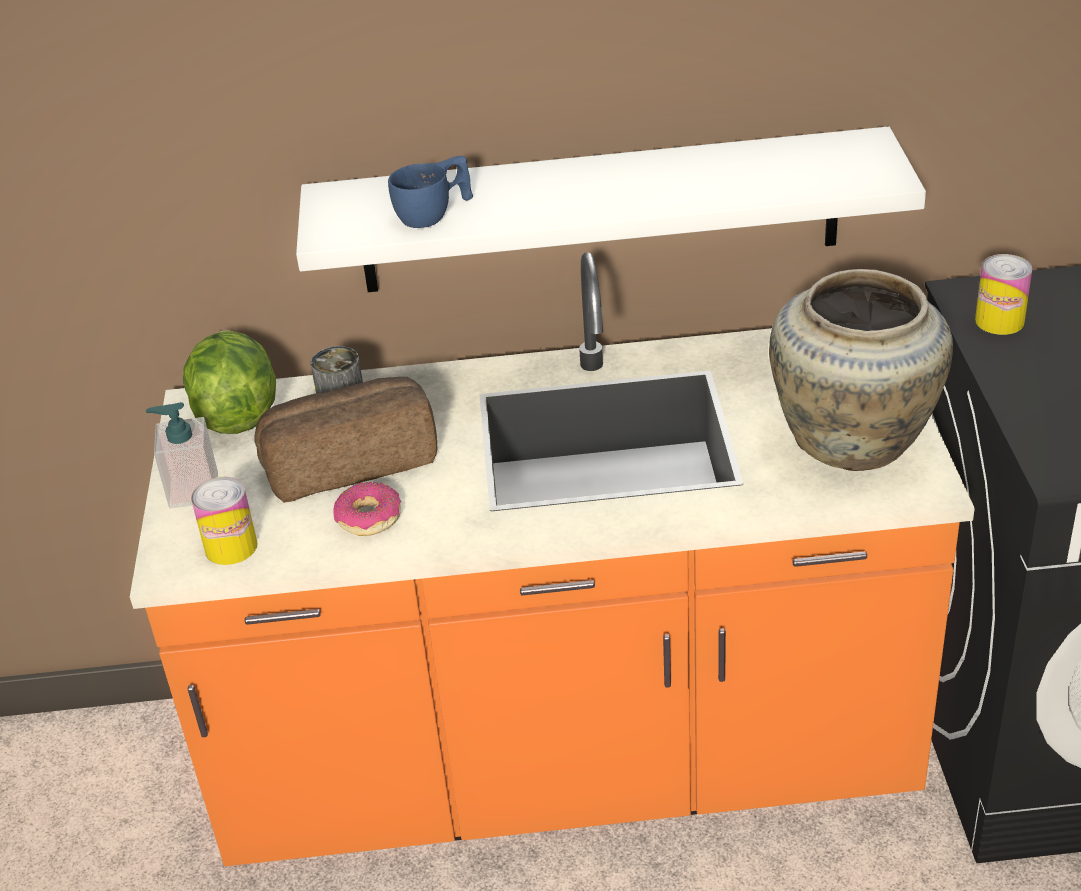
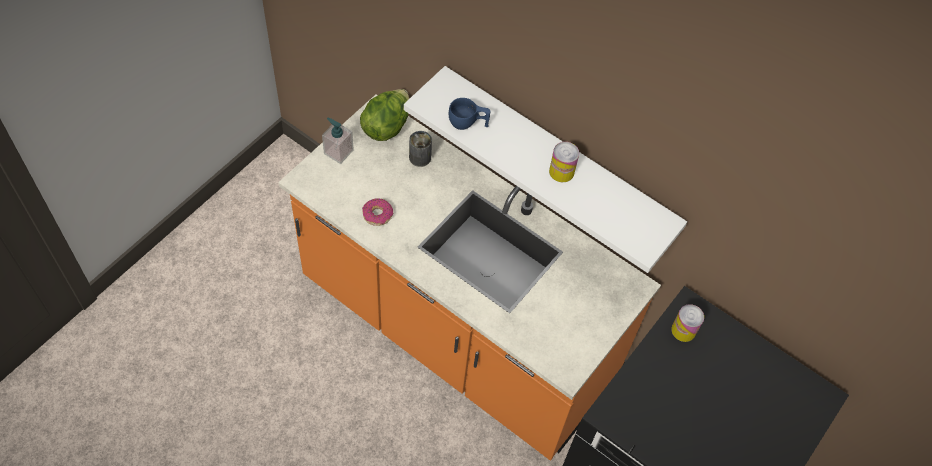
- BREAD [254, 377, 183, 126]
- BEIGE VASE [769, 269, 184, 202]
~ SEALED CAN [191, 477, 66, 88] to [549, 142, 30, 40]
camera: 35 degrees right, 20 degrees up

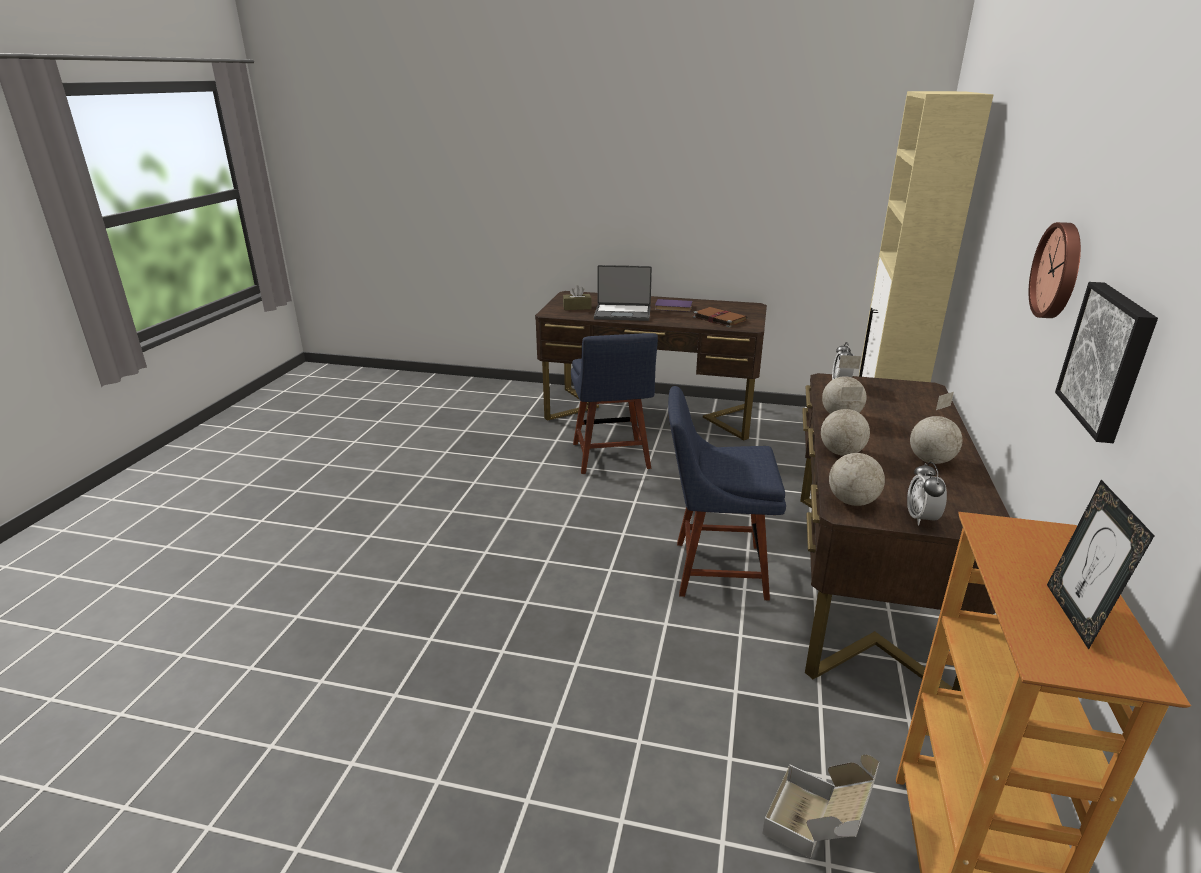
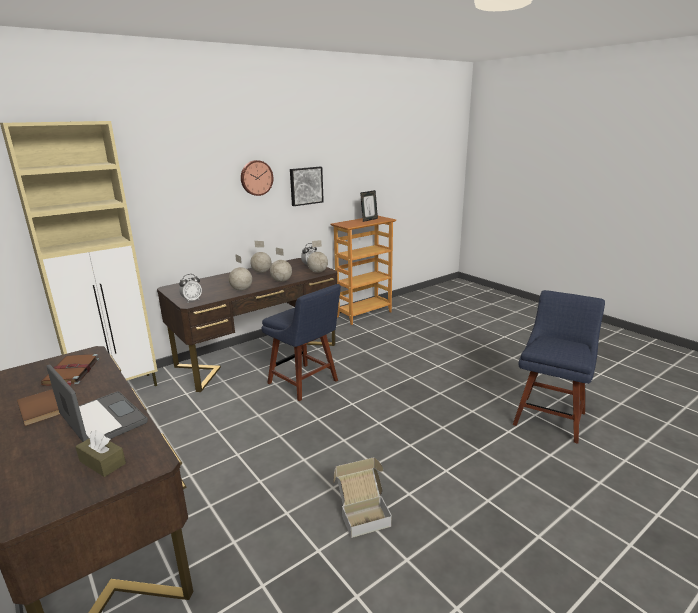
~ BLUE PLAIN CHAIR [571, 333, 87, 141] to [513, 290, 92, 154]
~ PACKING BOX [762, 755, 117, 104] to [333, 457, 59, 81]
~ PURPLE-COLOURED VOLUME [655, 299, 38, 13] to BROWN-COLOURED VOLUME [17, 389, 43, 37]
camera: 140 degrees left, 5 degrees down

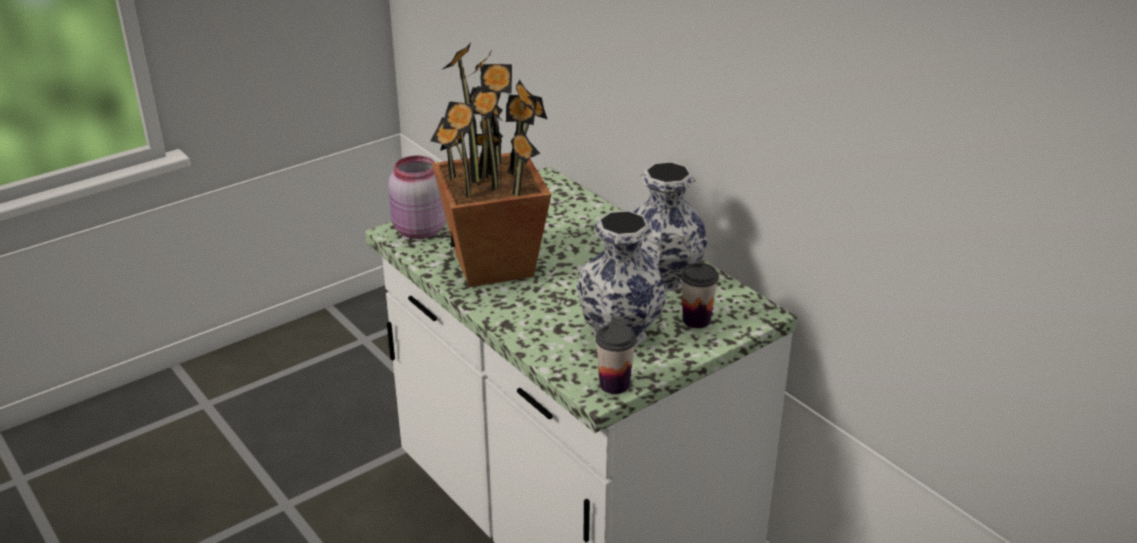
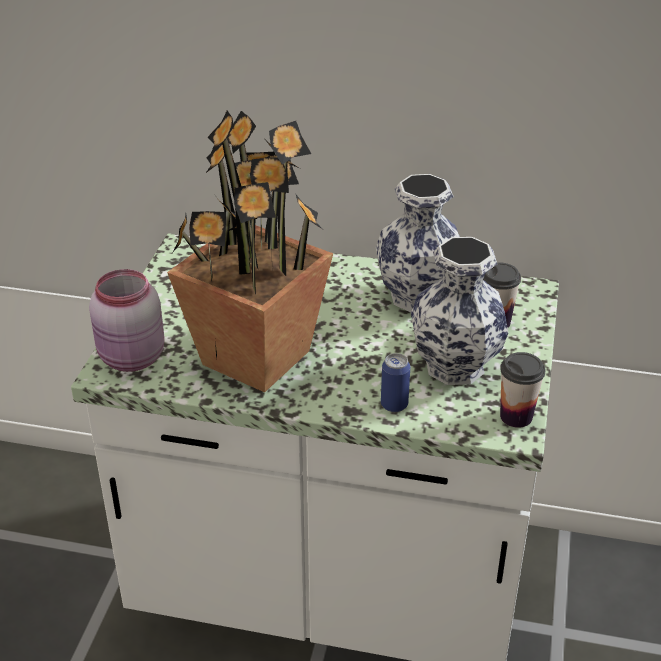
+ SEALED CAN [381, 353, 29, 59]
camera: 40 degrees left, 5 degrees up

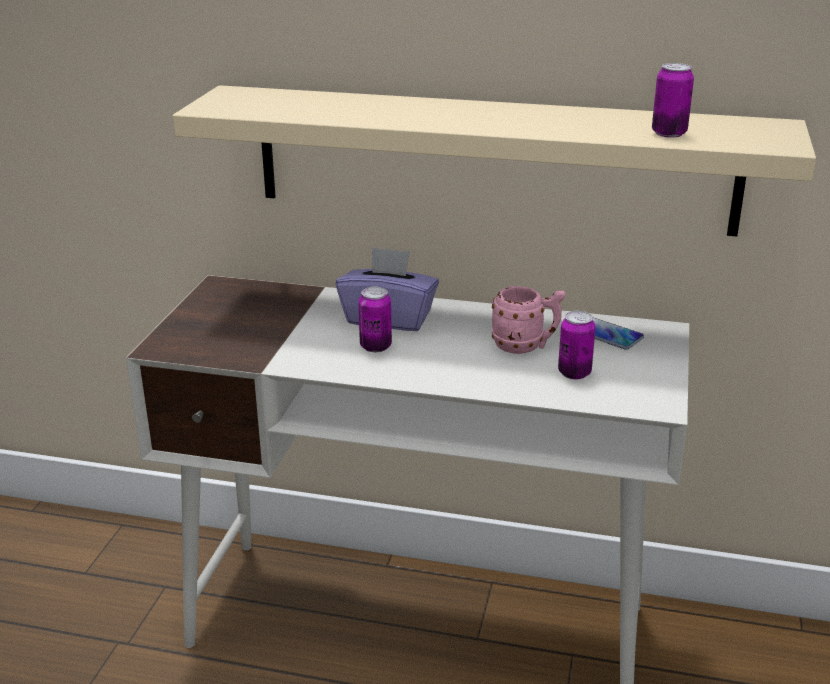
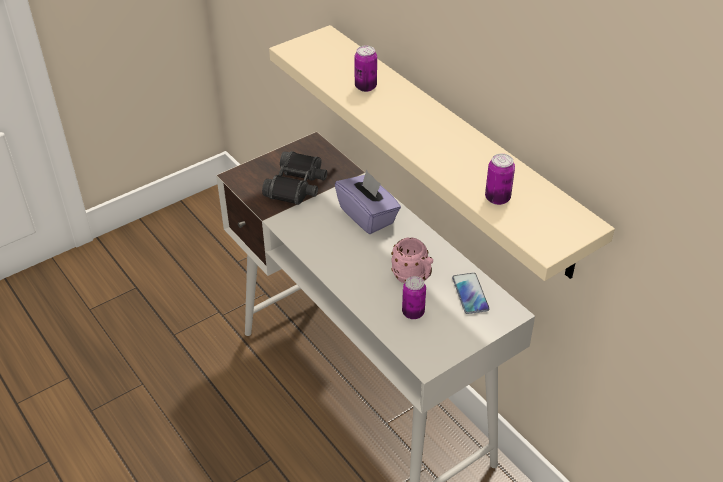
+ BLACK FIELD GLASSES [262, 151, 65, 54]
~ SEALED CAN [358, 287, 34, 65] to [354, 46, 23, 46]
camera: 40 degrees right, 15 degrees up

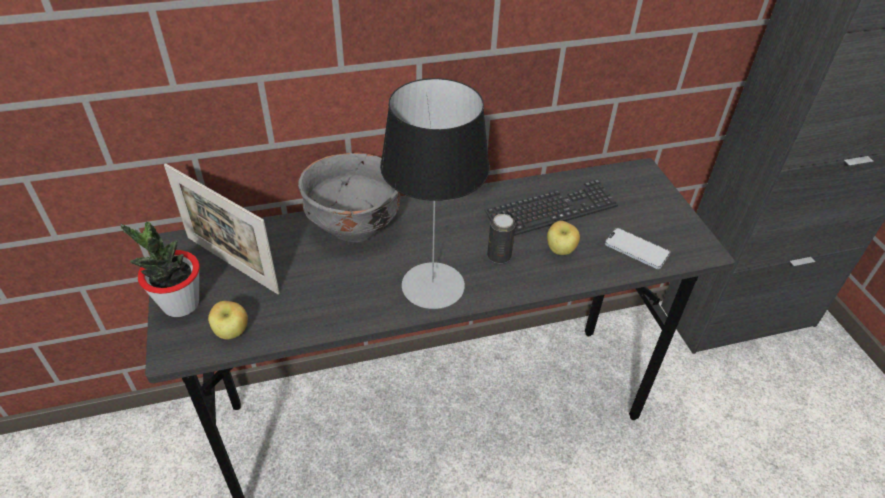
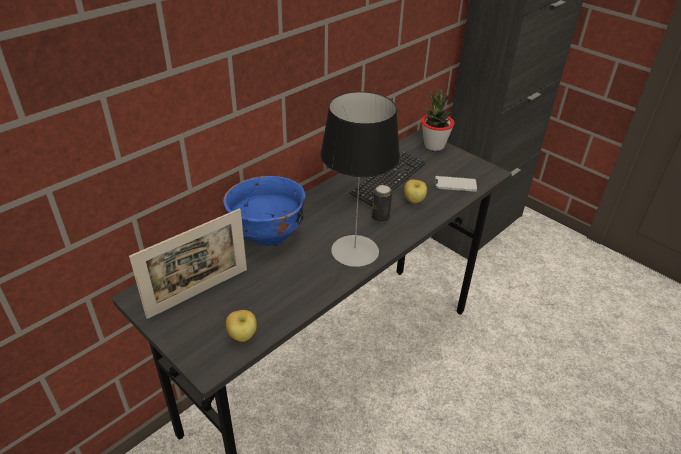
~ PLANT IN A POT [120, 222, 80, 95] to [421, 89, 33, 62]
~ GREYISH BOWL [298, 153, 102, 89] to BLUE BOWL [223, 176, 83, 70]
~ PHOTO FRAME [164, 163, 115, 131] = [129, 208, 118, 111] 45 degrees counterclockwise
camera: 30 degrees left, 5 degrees down

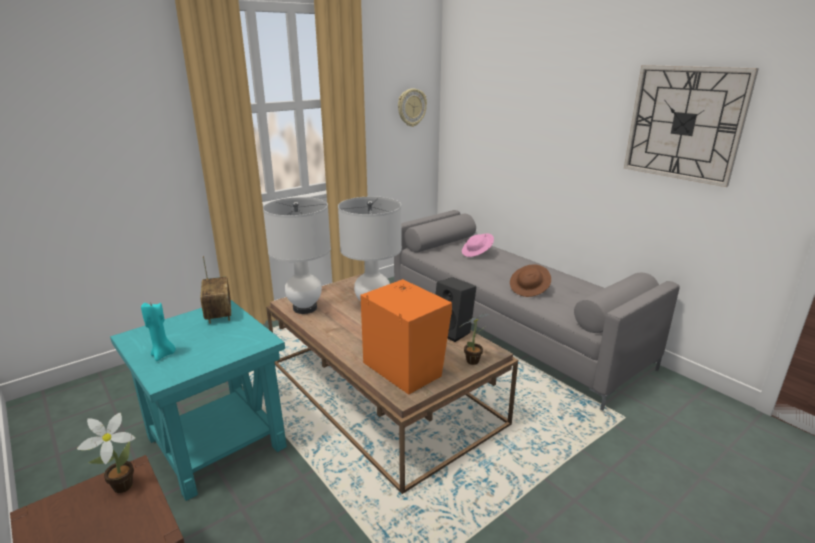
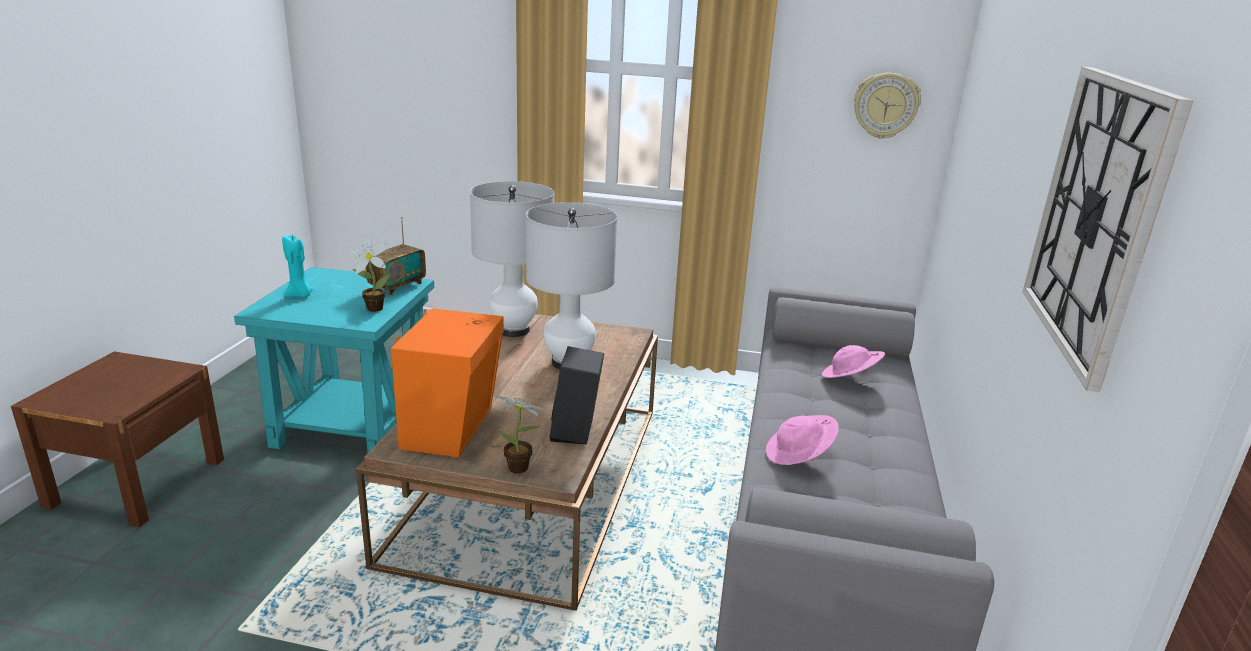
~ PLANT IN A POT [77, 413, 58, 80] to [348, 236, 42, 76]
~ BROWN-COLOURED HAT [510, 264, 41, 33] to PINKISH HAT [766, 415, 73, 50]
camera: 50 degrees right, 0 degrees up

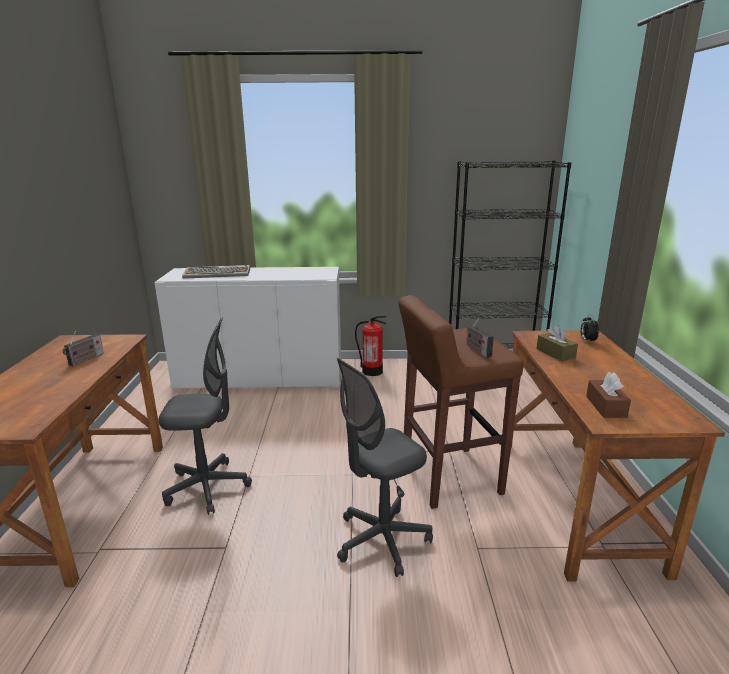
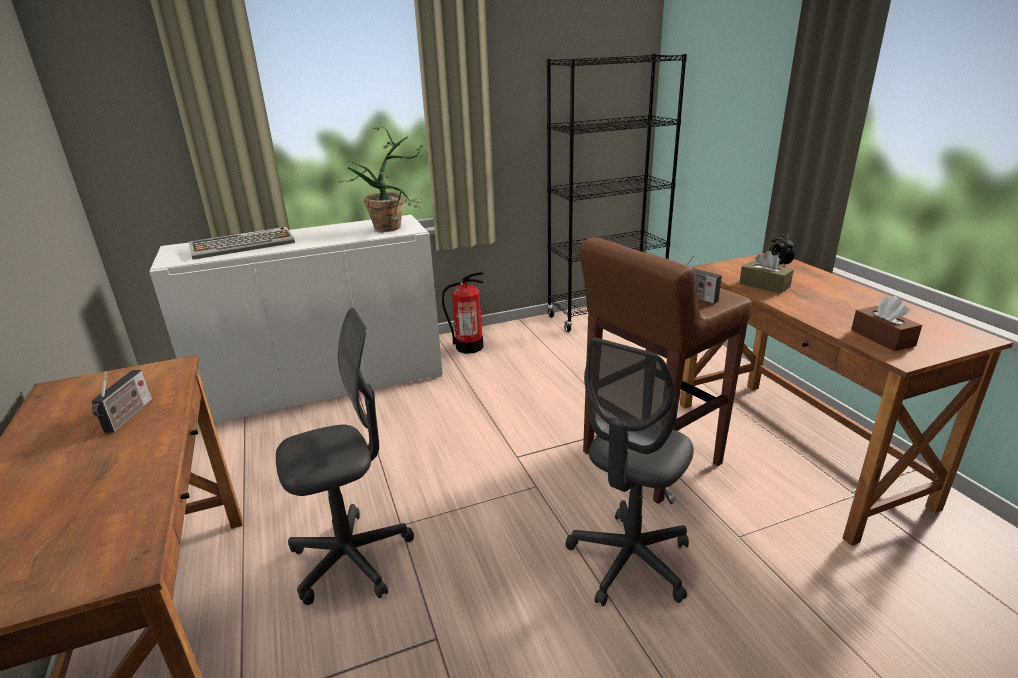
+ PLANT IN A POT [339, 126, 88, 106]
camera: 20 degrees left, 5 degrees up

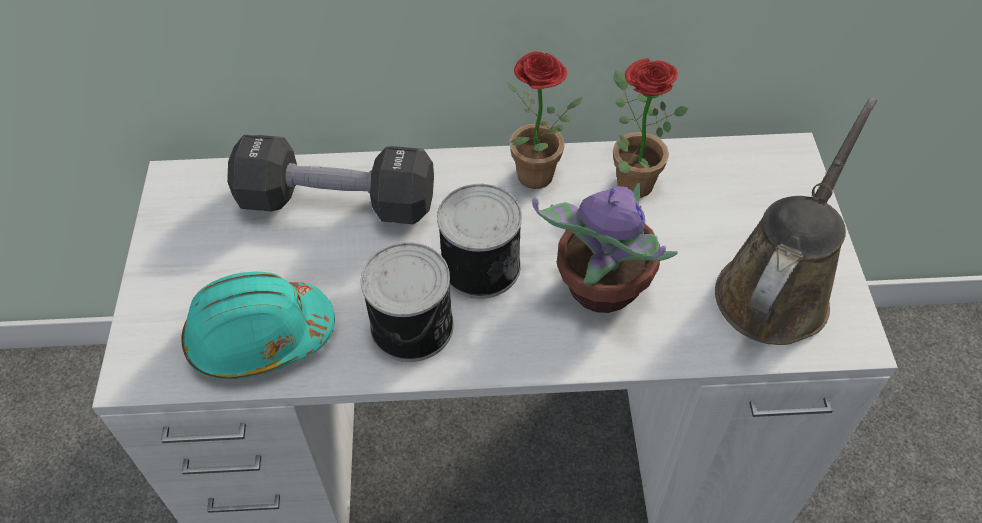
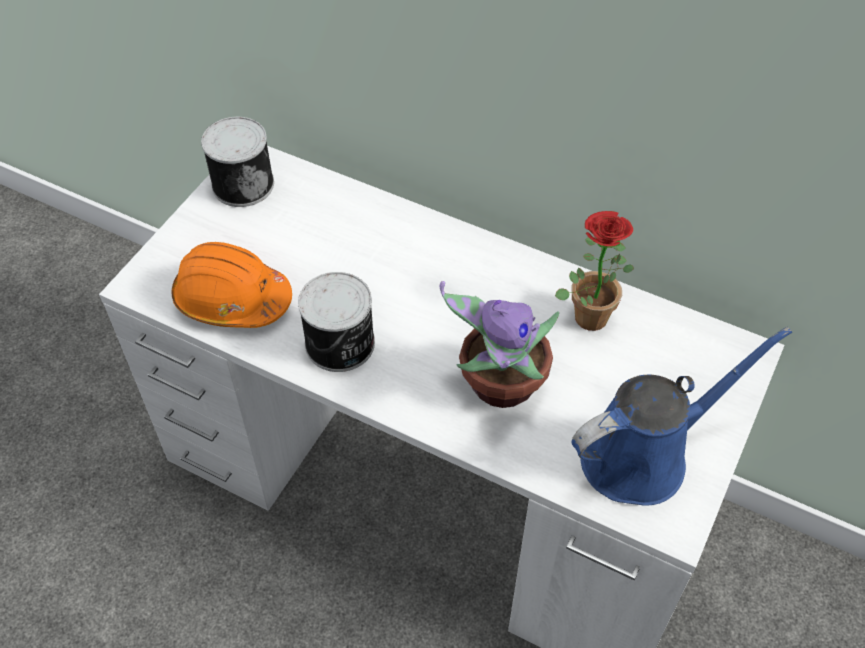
- BLACK FREE WEIGHT [227, 135, 207, 89]
- PLANT IN A POT [507, 51, 75, 138]
~ SEALED CAN [437, 184, 85, 115] to [201, 117, 73, 90]
~ TURQUOISE-COLOURED WORK HELMET [181, 272, 154, 108] to ORANGE WORK HELMET [172, 242, 120, 86]
~ BROWN-COLOURED WATERING CAN [715, 97, 162, 248] to BLUE WATERING CAN [572, 327, 220, 179]
camera: 30 degrees right, 0 degrees up

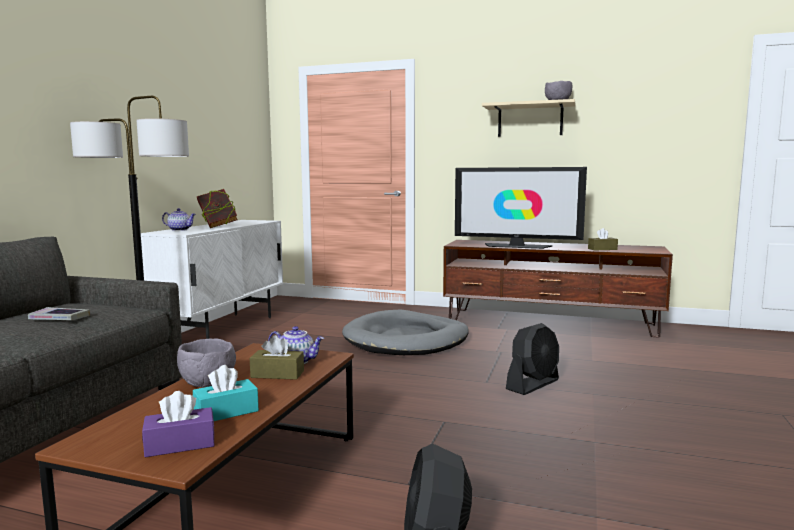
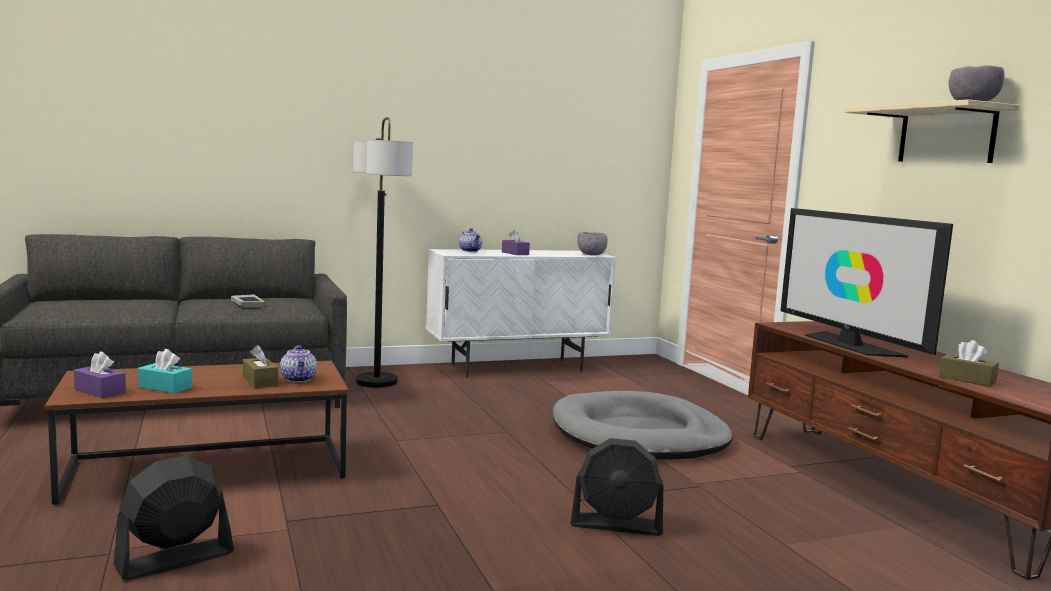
~ GREYISH BOWL [177, 339, 59, 48] to [577, 232, 30, 23]
~ VOLUME [197, 189, 41, 39] to PURPLE-COLOURED TISSUE HOLDER [502, 229, 28, 26]
camera: 50 degrees right, 0 degrees up

